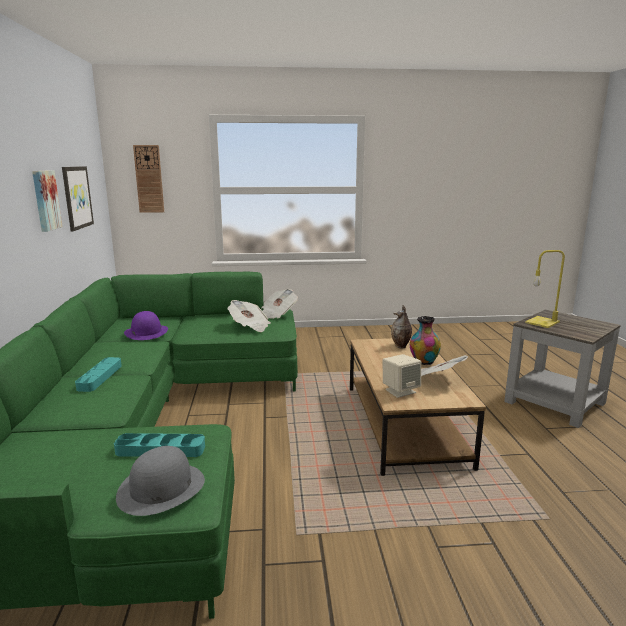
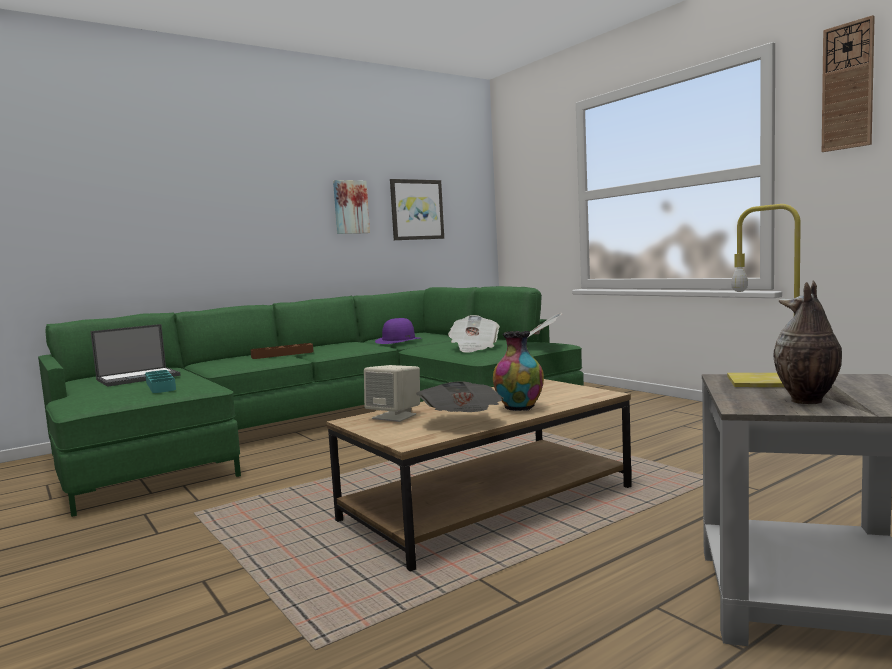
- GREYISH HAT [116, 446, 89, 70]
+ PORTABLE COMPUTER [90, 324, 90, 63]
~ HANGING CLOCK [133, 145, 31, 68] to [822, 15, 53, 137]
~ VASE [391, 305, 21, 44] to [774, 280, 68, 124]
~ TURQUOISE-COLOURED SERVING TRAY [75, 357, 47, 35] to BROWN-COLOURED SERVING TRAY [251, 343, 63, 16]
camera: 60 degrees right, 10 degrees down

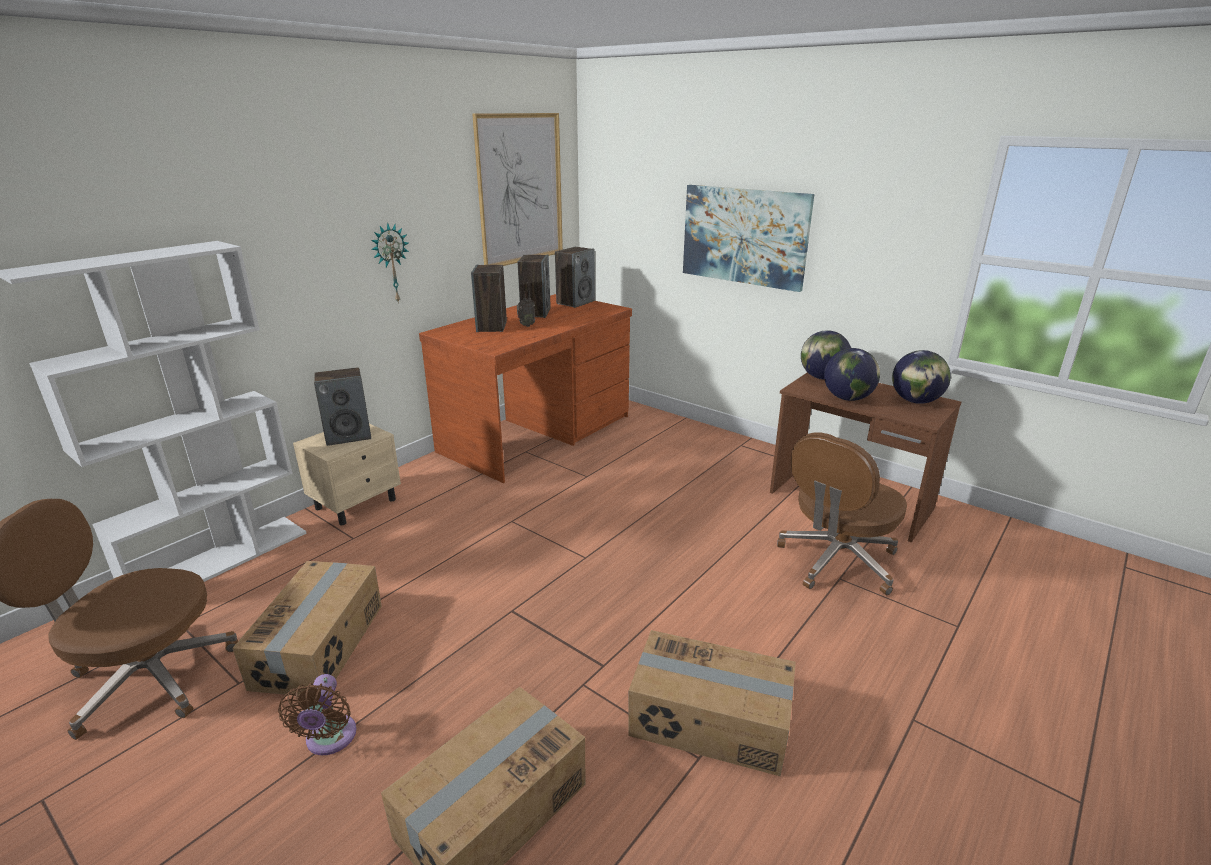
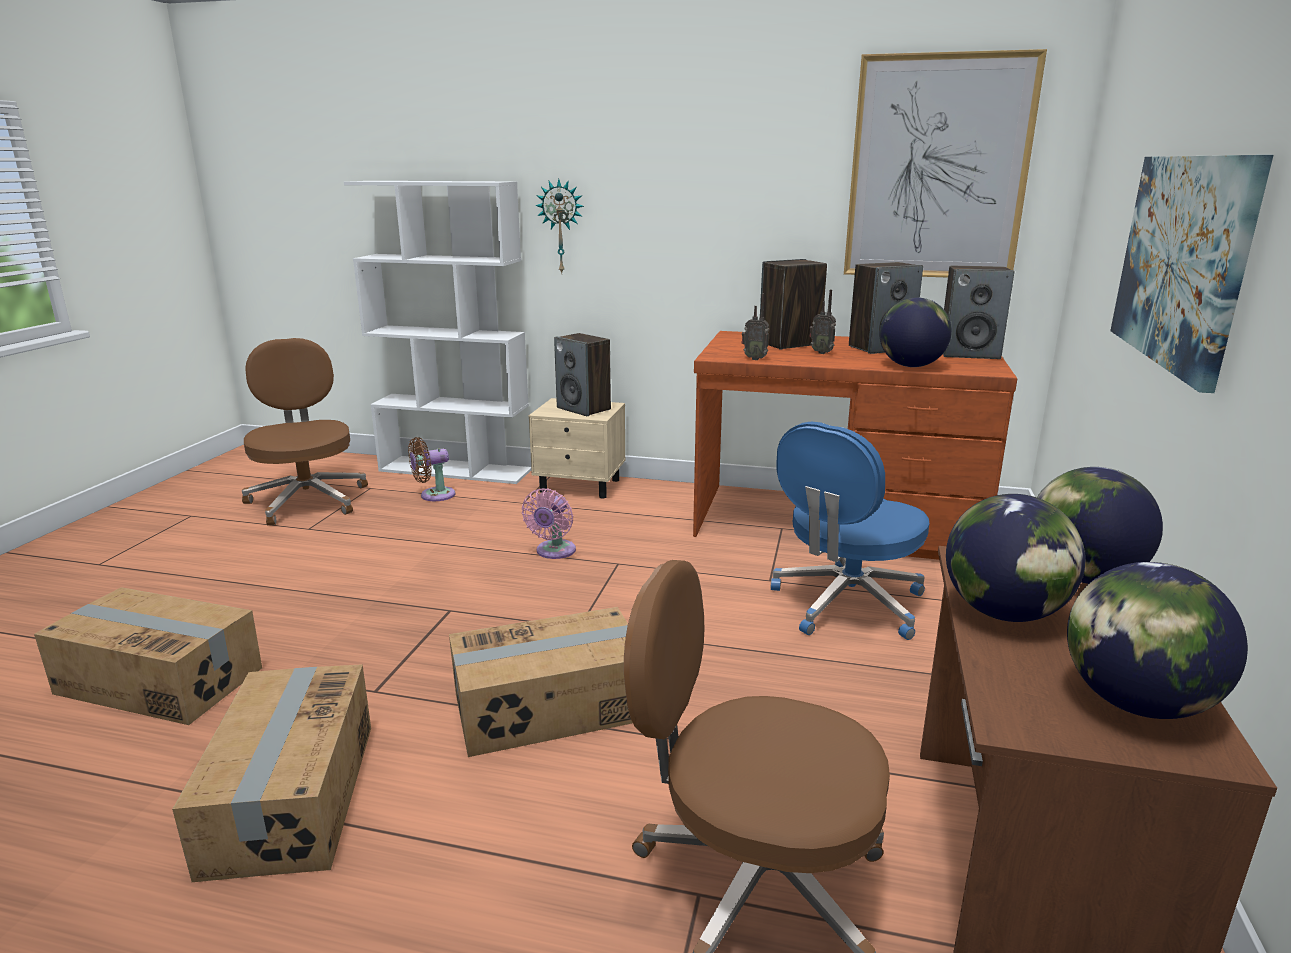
+ PINKISH FAN [522, 488, 54, 71]
+ RADIO RECEIVER [742, 294, 27, 66]
+ BLUE COMPUTER CHAIR [771, 422, 158, 218]
+ GLOBE [879, 298, 73, 69]
~ PACKING BOX [232, 561, 150, 135] to [449, 607, 184, 150]
~ BROWN-COLOURED FAN [278, 674, 78, 81] to [408, 437, 47, 64]
~ HANGING CLOCK [371, 222, 38, 82] to [535, 179, 49, 94]
camera: 65 degrees right, 5 degrees down

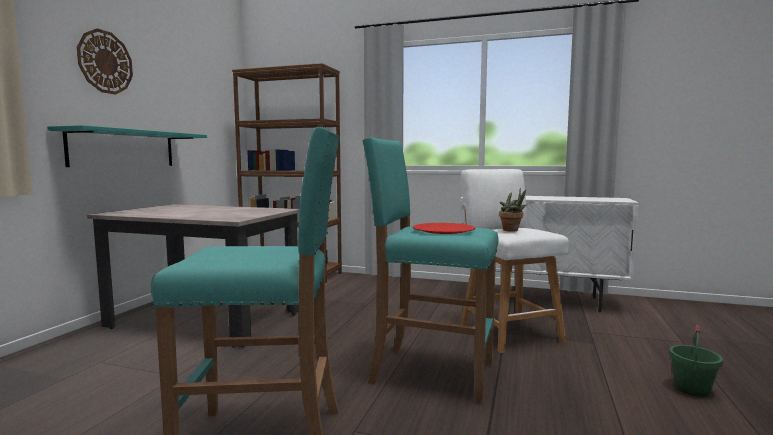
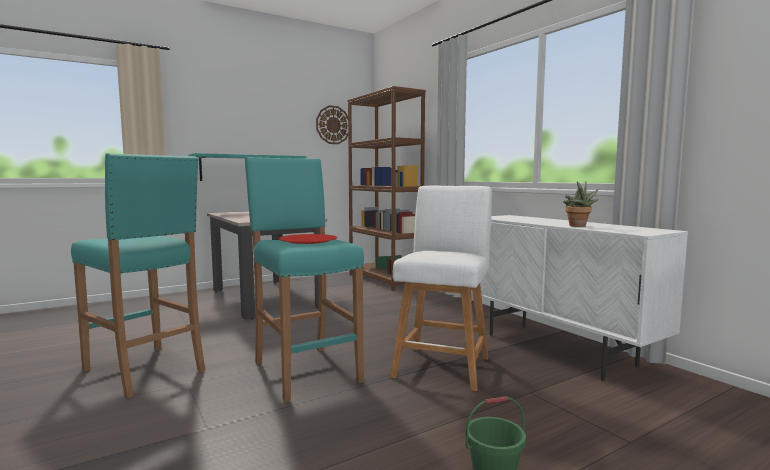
~ HANGING CLOCK [77, 28, 56, 66] to [316, 105, 32, 39]
~ PLANT IN A POT [499, 188, 28, 44] to [563, 182, 35, 45]
camera: 40 degrees right, 0 degrees up

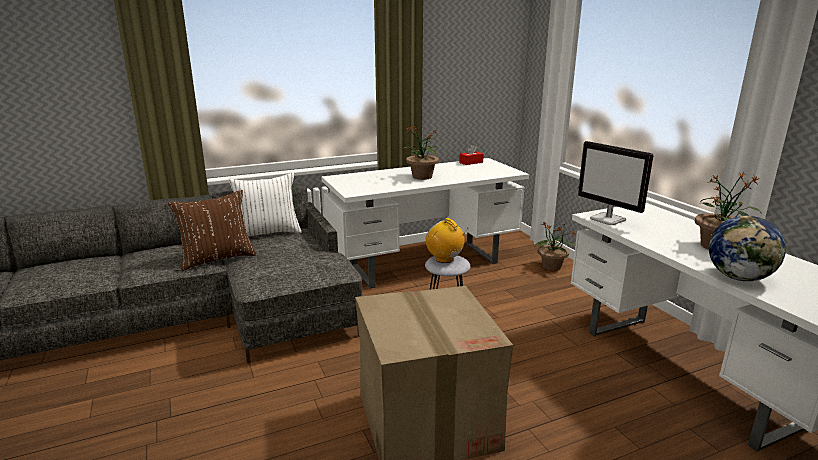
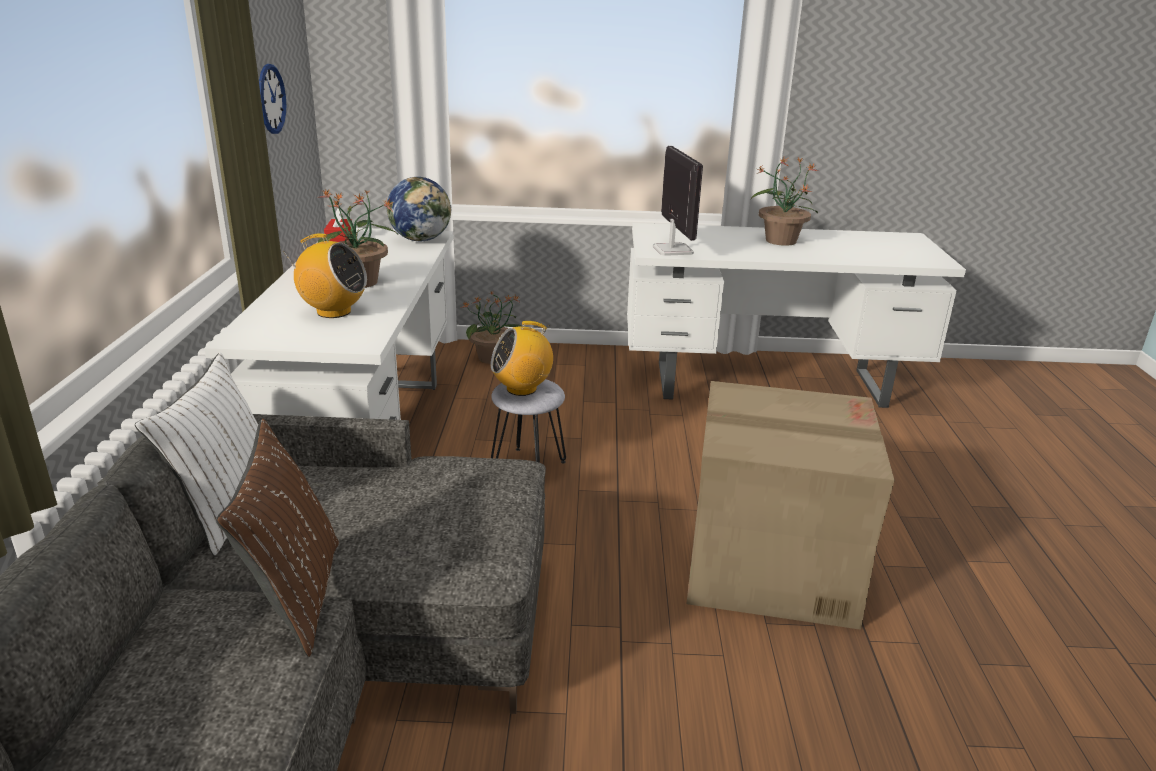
+ HANGING CLOCK [259, 64, 27, 70]
+ RADIO RECEIVER [283, 233, 84, 85]
~ GLOBE [709, 216, 77, 65] to [387, 177, 64, 64]
~ COMPUTER DISPLAY [578, 141, 76, 84] = [653, 146, 50, 110] 90 degrees counterclockwise
camera: 65 degrees left, 5 degrees up

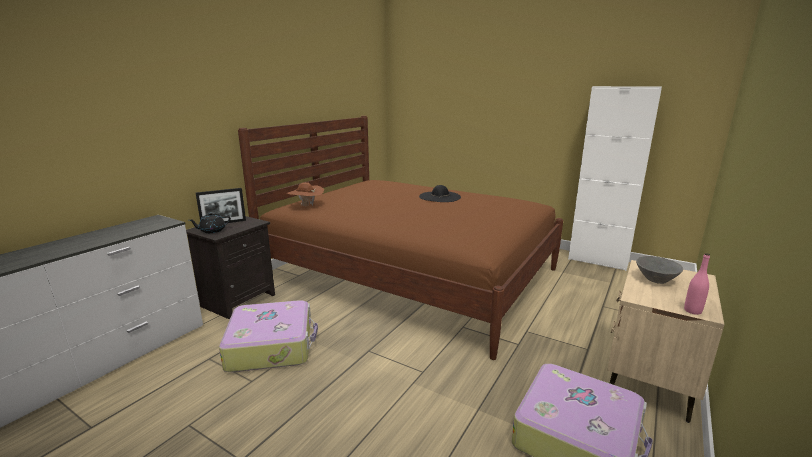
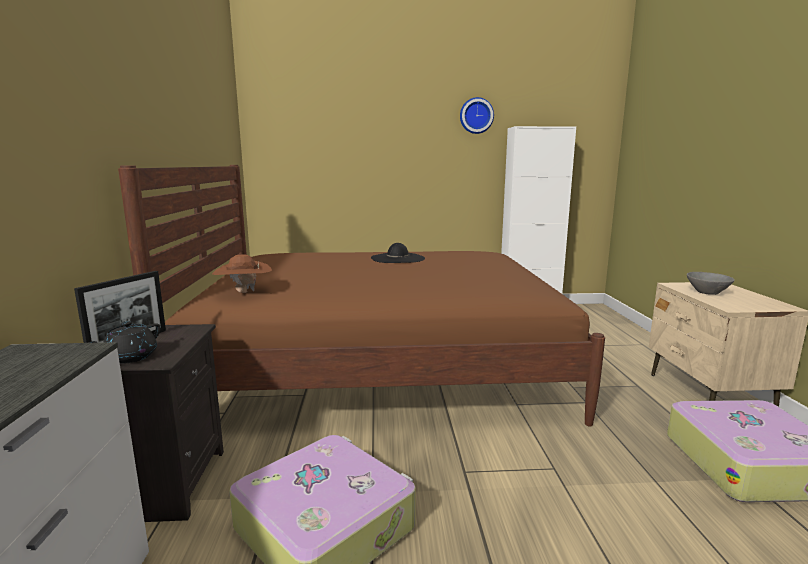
- PINKISH BEVERAGE BOTTLE [684, 253, 26, 62]
+ HANGING CLOCK [460, 97, 34, 37]
camera: 35 degrees left, 5 degrees down

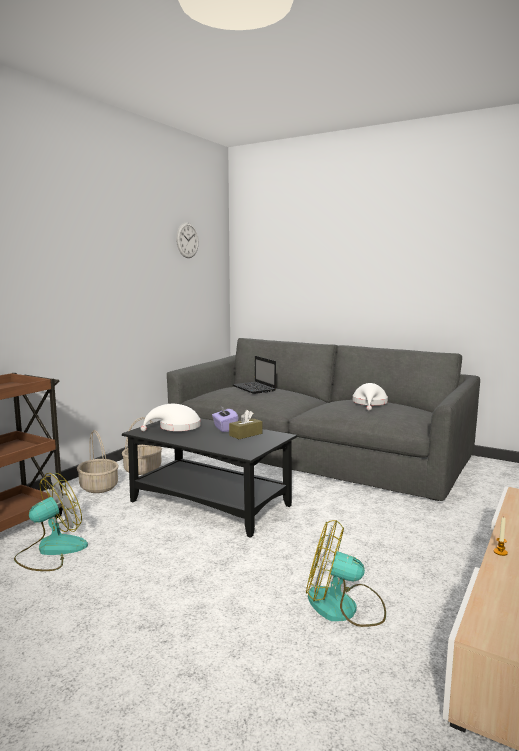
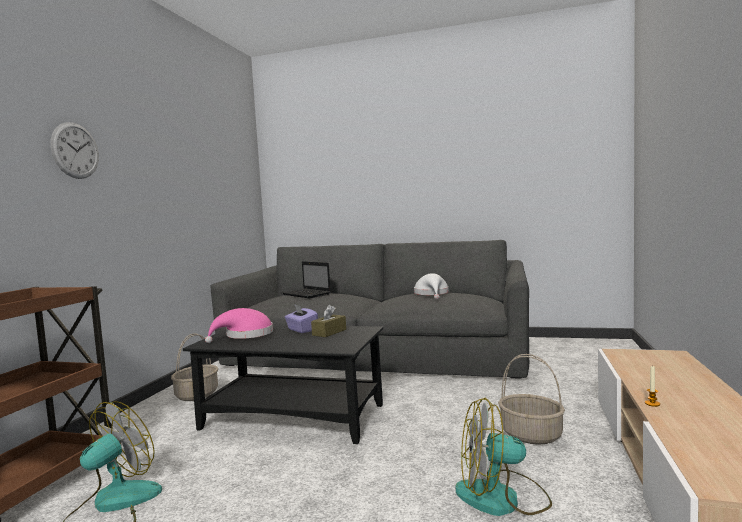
~ HOUSEHOLD BASKET [77, 430, 42, 63] to [498, 354, 67, 91]
~ HANGING CLOCK [176, 222, 23, 36] to [50, 122, 49, 57]
~ WHITISH HAT [141, 404, 60, 27] to PINKISH HAT [205, 308, 68, 35]
camera: 15 degrees left, 5 degrees down

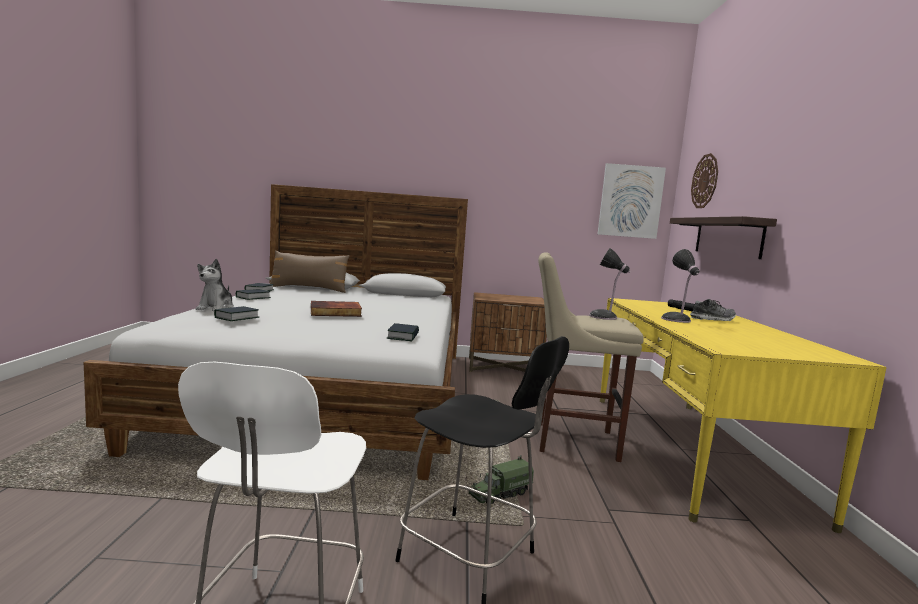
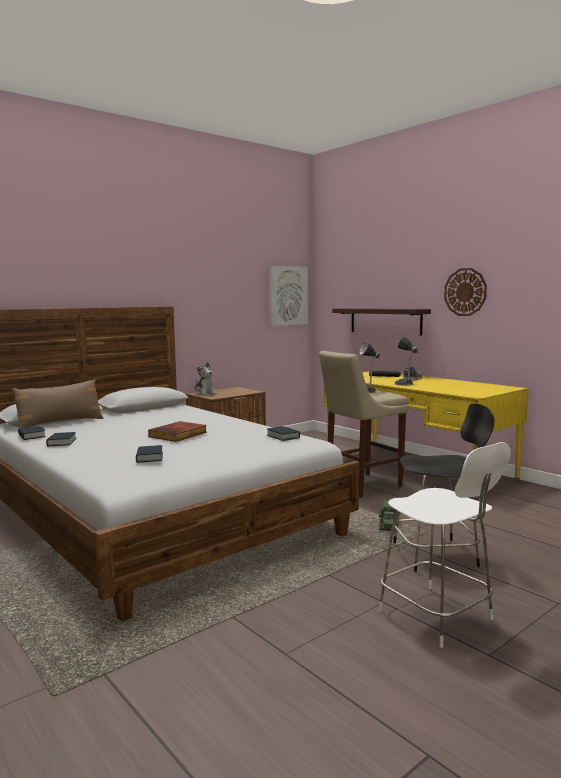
~ PLUSH TOY [196, 259, 38, 52] to [195, 362, 22, 34]
~ HANGING CLOCK [691, 153, 27, 55] to [444, 268, 43, 48]
camera: 40 degrees left, 0 degrees up

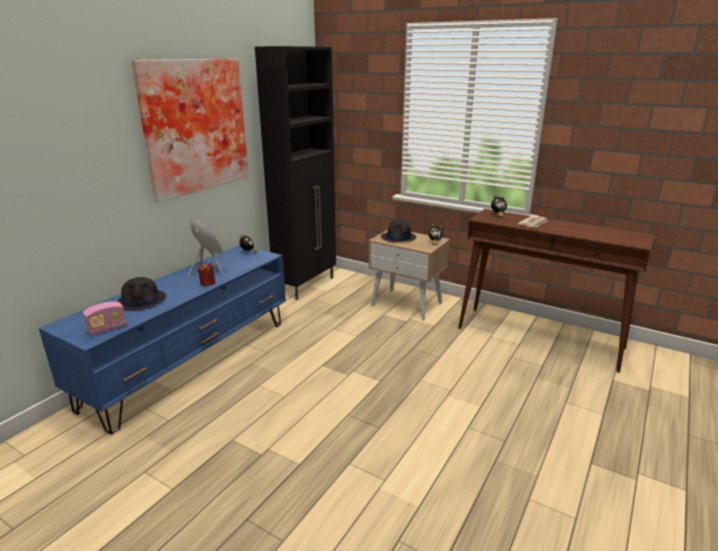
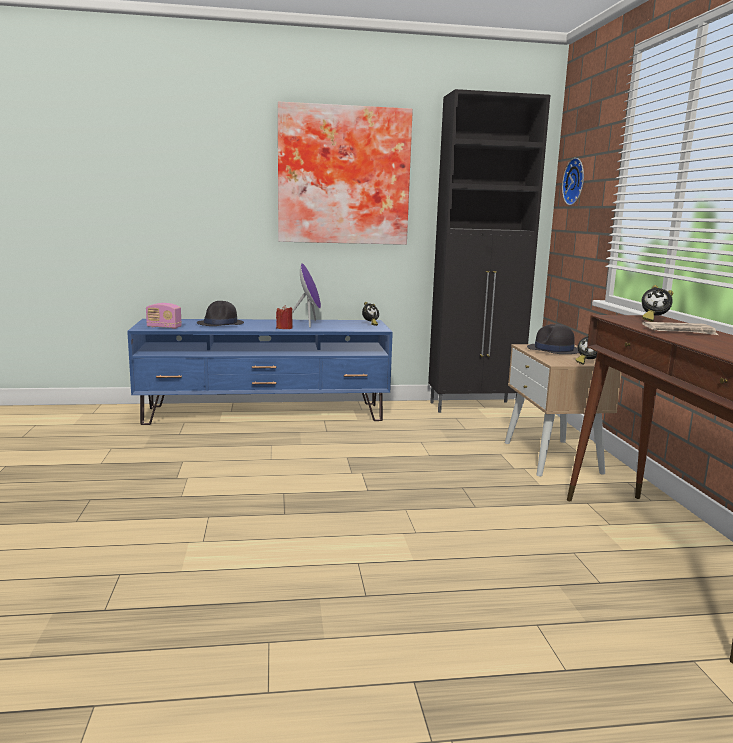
+ HANGING CLOCK [562, 158, 22, 47]
camera: 50 degrees right, 10 degrees down

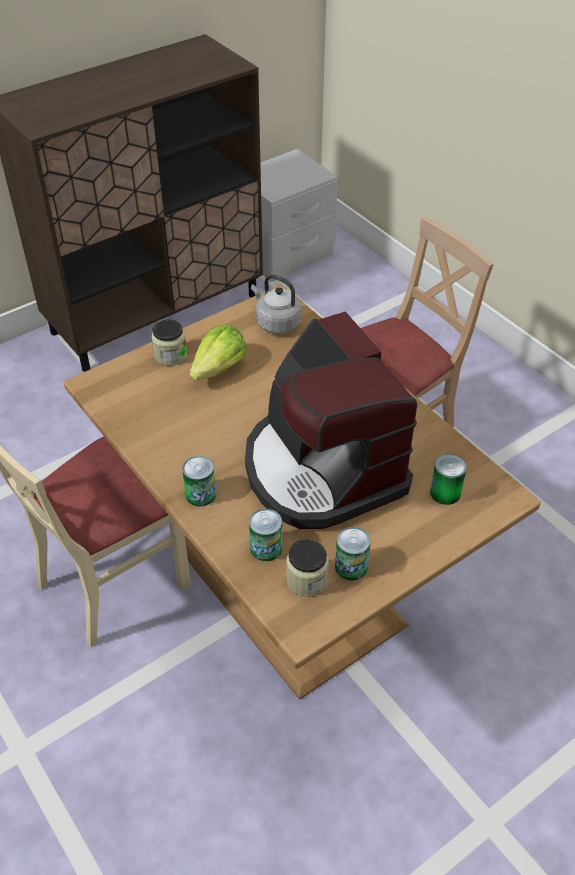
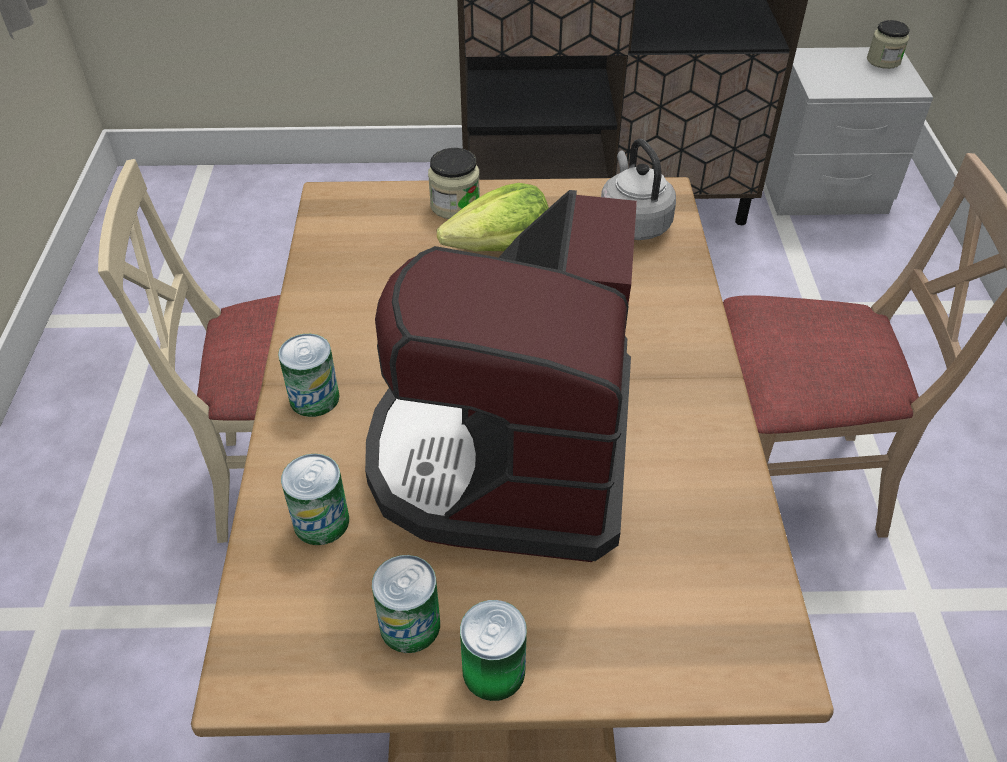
~ PRESERVE JAR [286, 539, 43, 58] to [867, 20, 43, 49]
~ SEALED CAN [430, 454, 37, 51] to [460, 600, 67, 101]
camera: 35 degrees right, 0 degrees up

